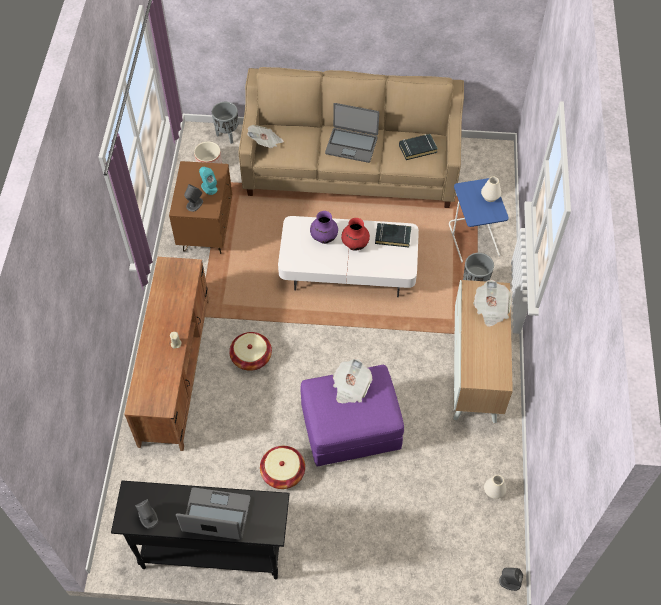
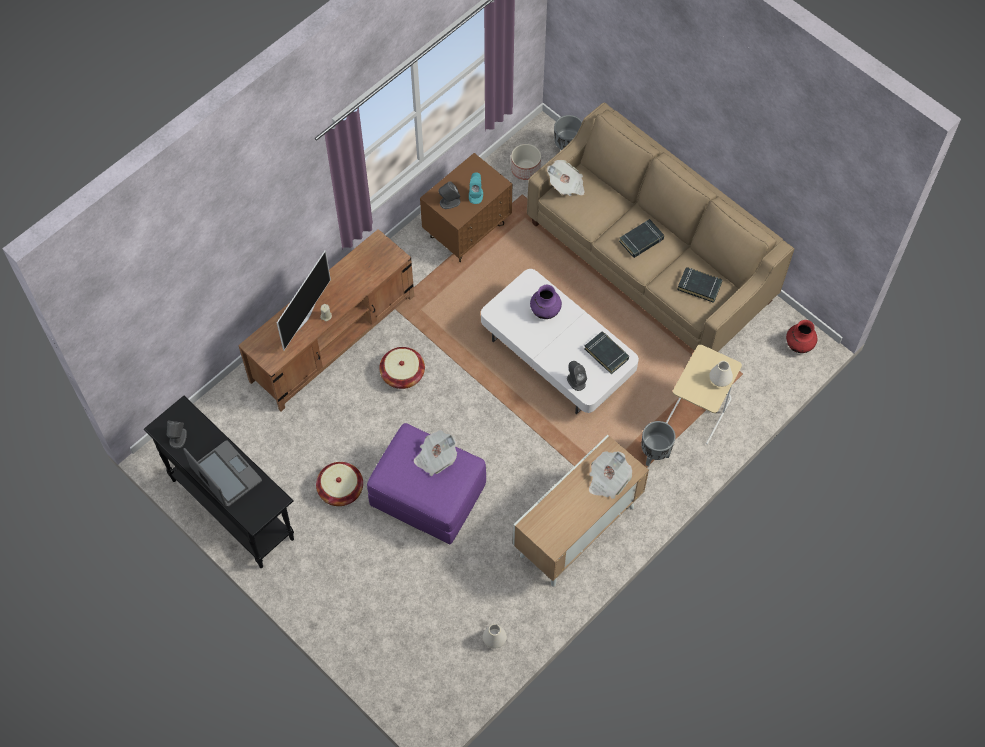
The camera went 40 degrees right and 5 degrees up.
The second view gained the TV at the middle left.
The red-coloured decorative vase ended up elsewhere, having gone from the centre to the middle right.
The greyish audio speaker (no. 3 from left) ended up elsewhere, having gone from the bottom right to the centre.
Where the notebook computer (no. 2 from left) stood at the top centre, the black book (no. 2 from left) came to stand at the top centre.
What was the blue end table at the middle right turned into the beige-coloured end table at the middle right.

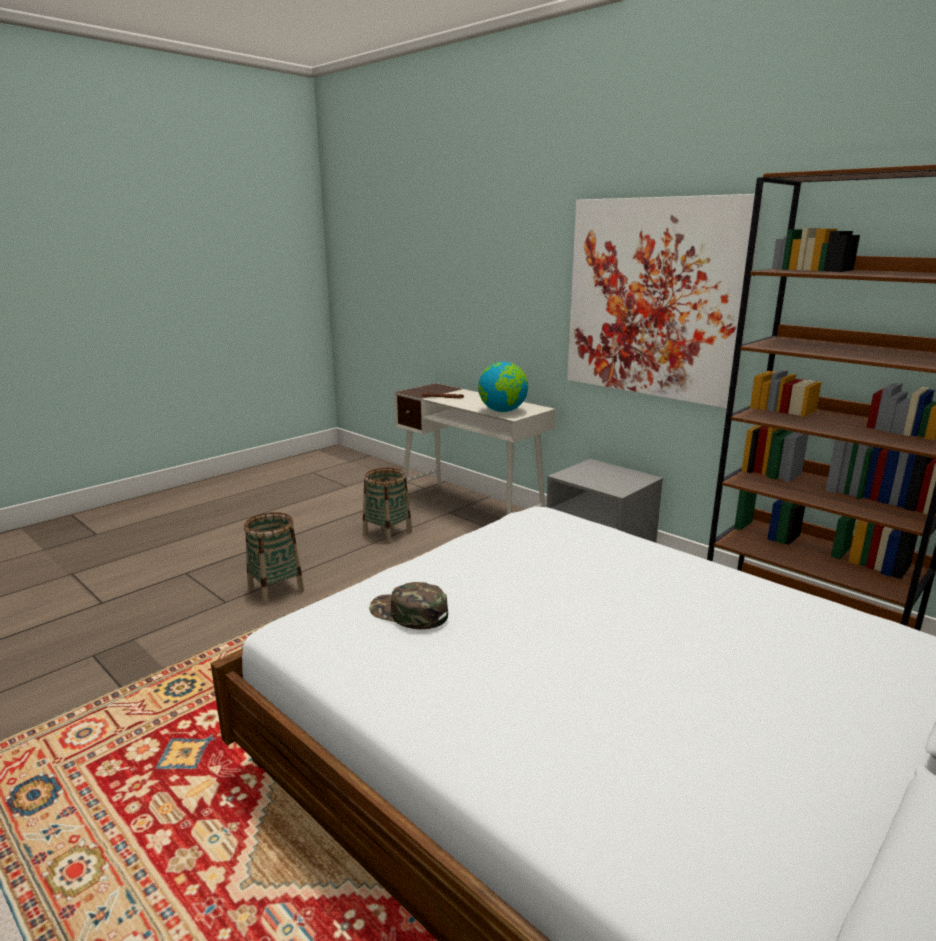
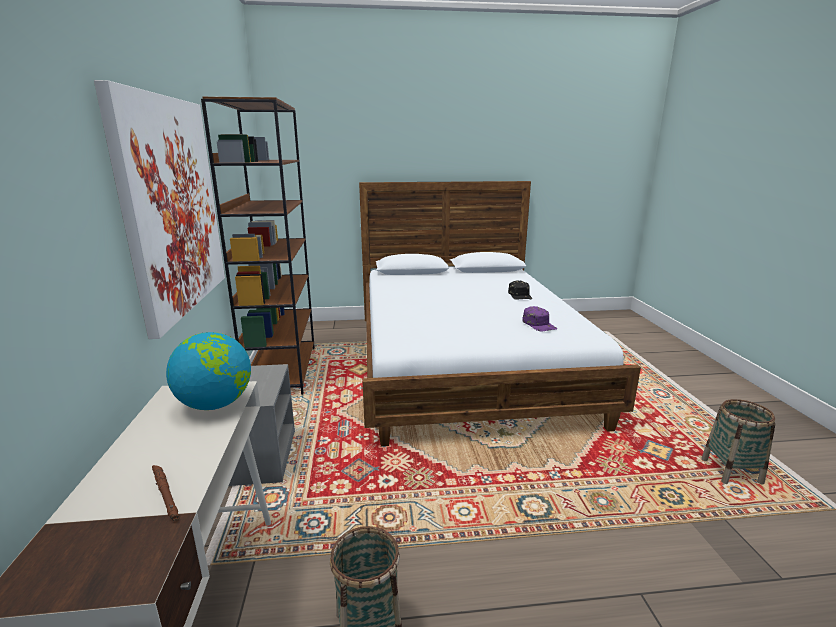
The camera went 140 degrees left and 0 degrees up.
The second view gained the black baseball cap at the centre.
The storage basket (no. 1 from left in the first image) ended up elsewhere, having gone from the middle left to the bottom right.
What was the greenish baseball cap at the centre turned into the purple baseball cap at the centre.

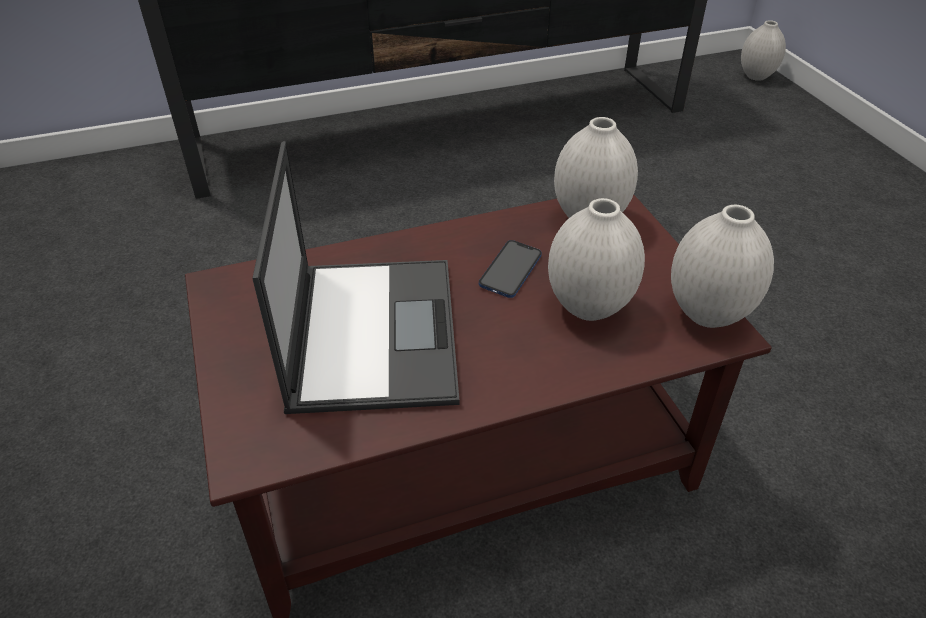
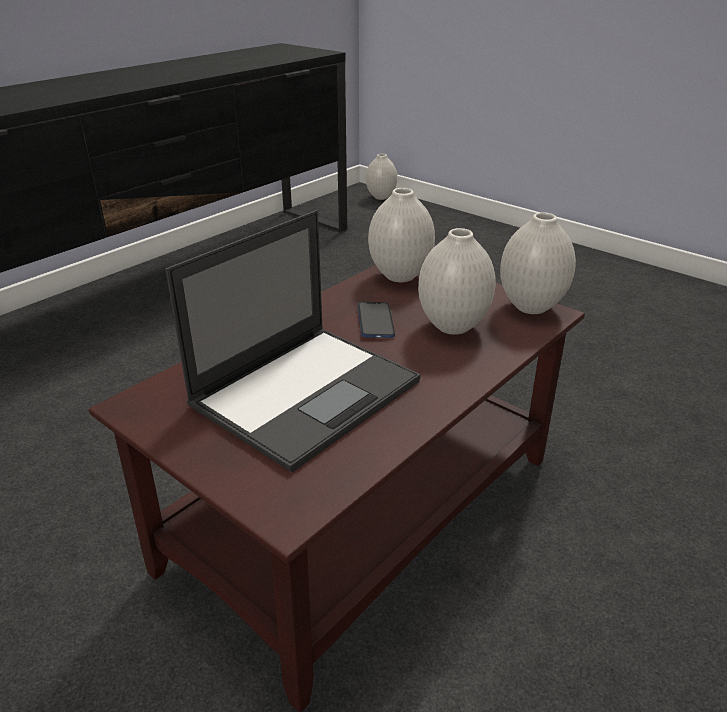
The camera went 30 degrees left and 10 degrees down.
The notebook computer at the centre ended up facing another way, 75 degrees clockwise from before.

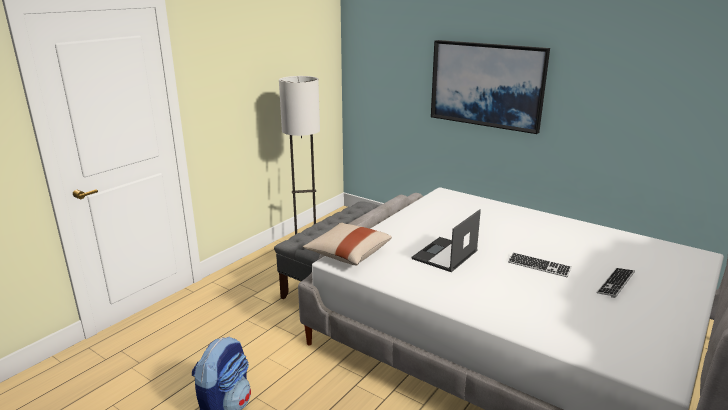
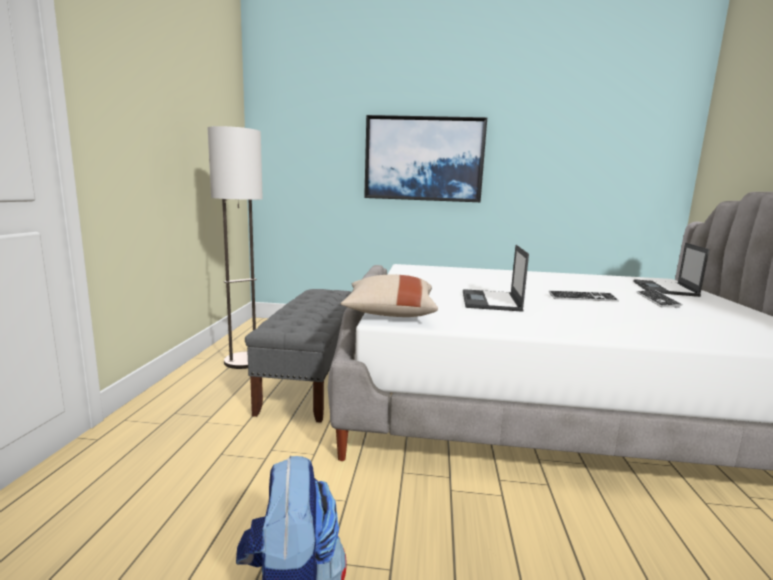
The camera went 30 degrees left and 10 degrees down.
The second view gained the notebook computer (no. 2 from left) at the middle right.

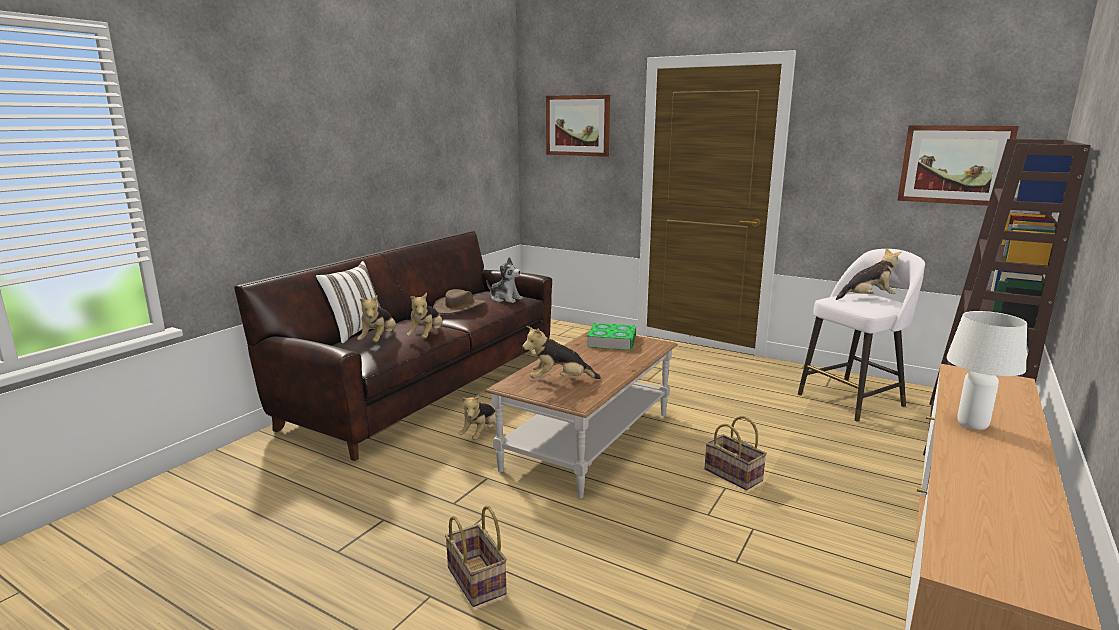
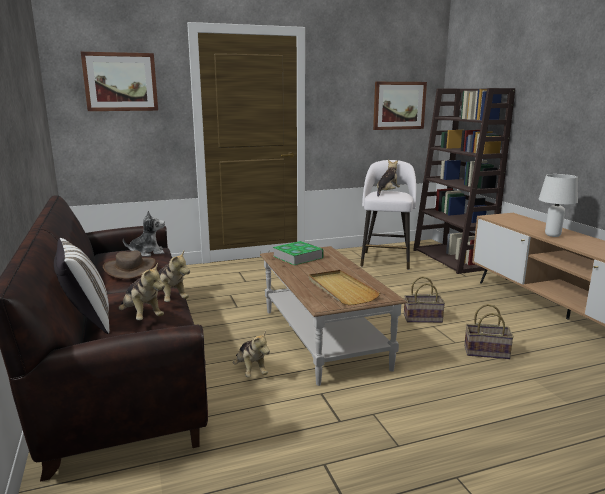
The camera went 50 degrees left and 0 degrees up.
The storage basket (no. 1 from left in the first image) ended up elsewhere, having gone from the bottom centre to the bottom right.
Where the cuddly toy (no. 5 from left) stood at the centre, the beige-coloured serving tray came to stand at the centre.

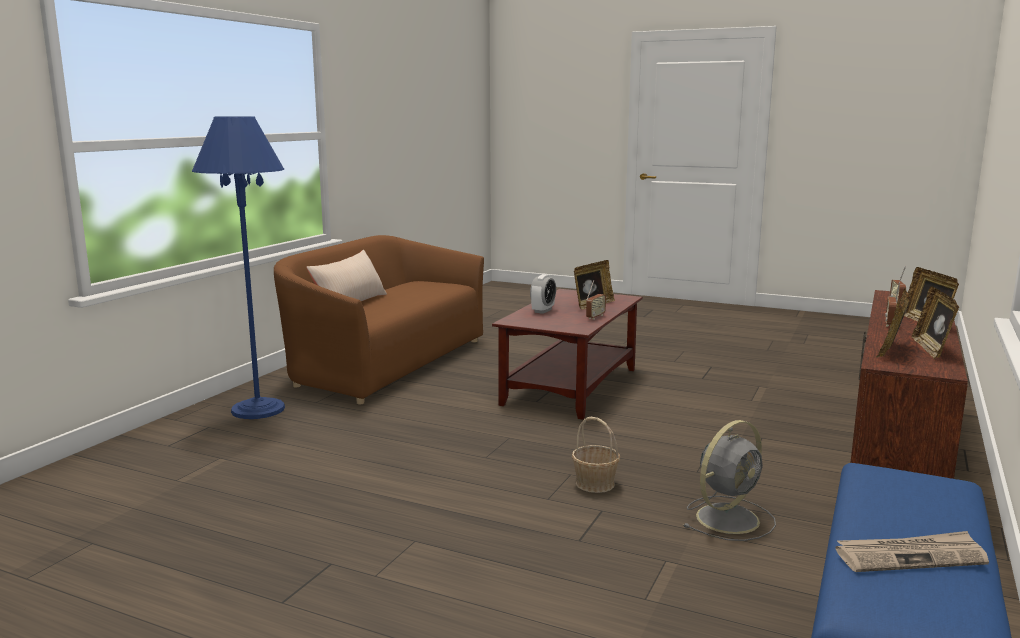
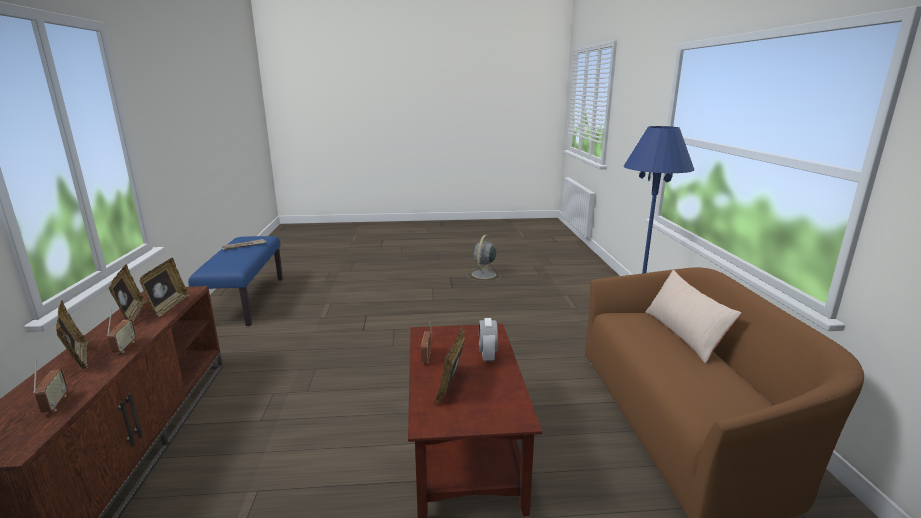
The camera went 150 degrees right and 5 degrees up.
The second view lost the storage basket at the bottom centre.
The greyish electric fan ended up elsewhere, having gone from the bottom right to the centre.

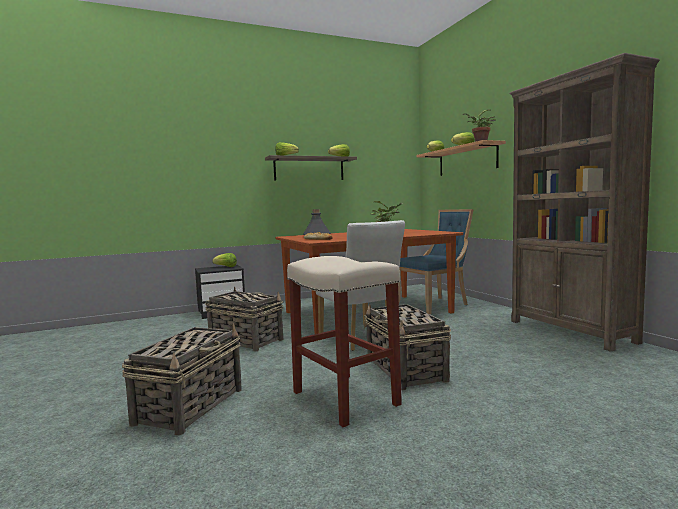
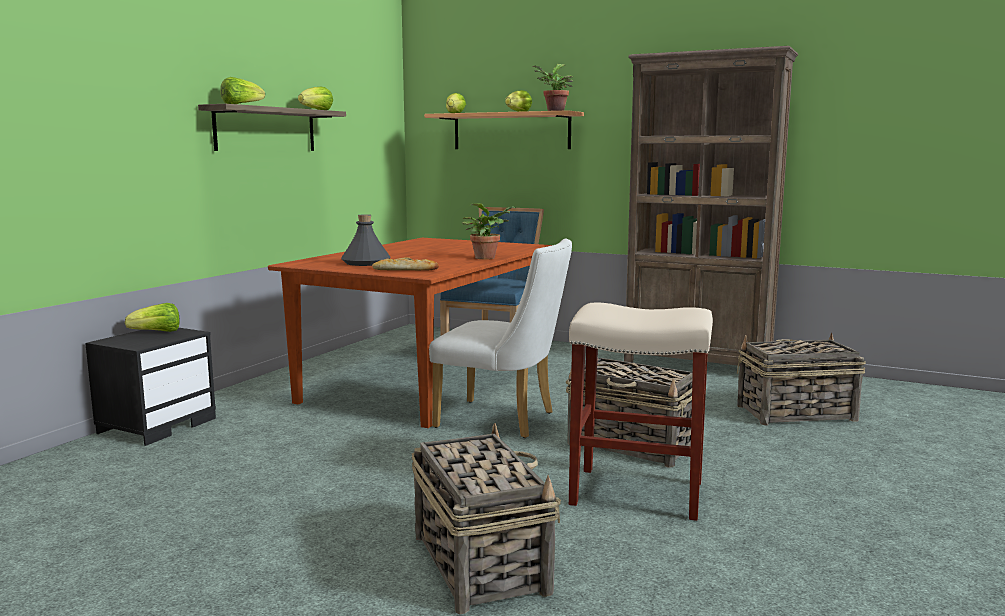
The camera went 40 degrees left and 5 degrees up.
The storage basket (no. 2 from left in the first image) ended up elsewhere, having gone from the centre to the middle right.

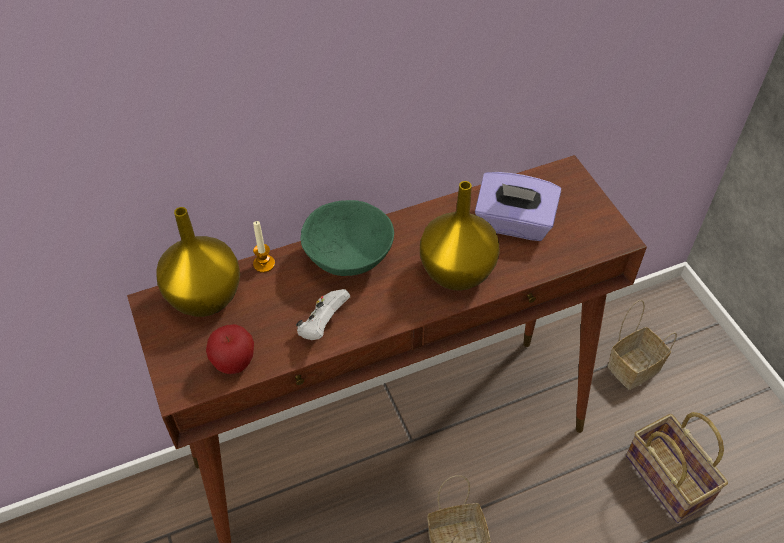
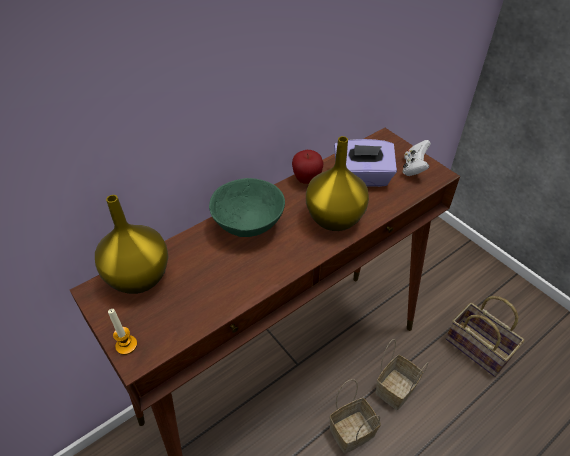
The camera went 15 degrees left and 5 degrees down.
The apple ended up elsewhere, having gone from the middle left to the centre.
The candle ended up elsewhere, having gone from the centre to the bottom left.
The white joypad ended up elsewhere, having gone from the centre to the middle right.
The storage basket (no. 2 from left) ended up elsewhere, having gone from the middle right to the bottom right.

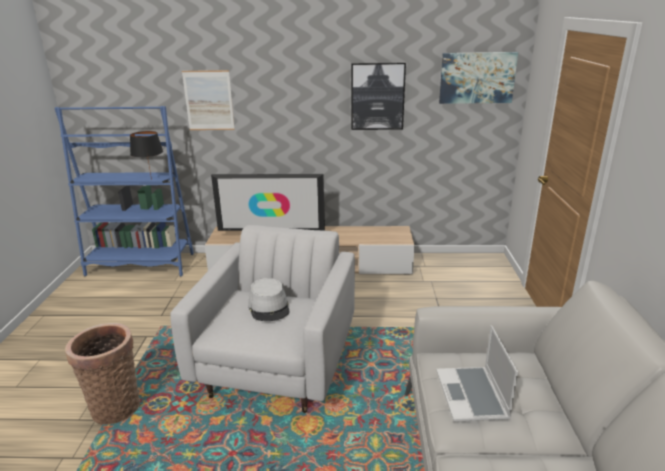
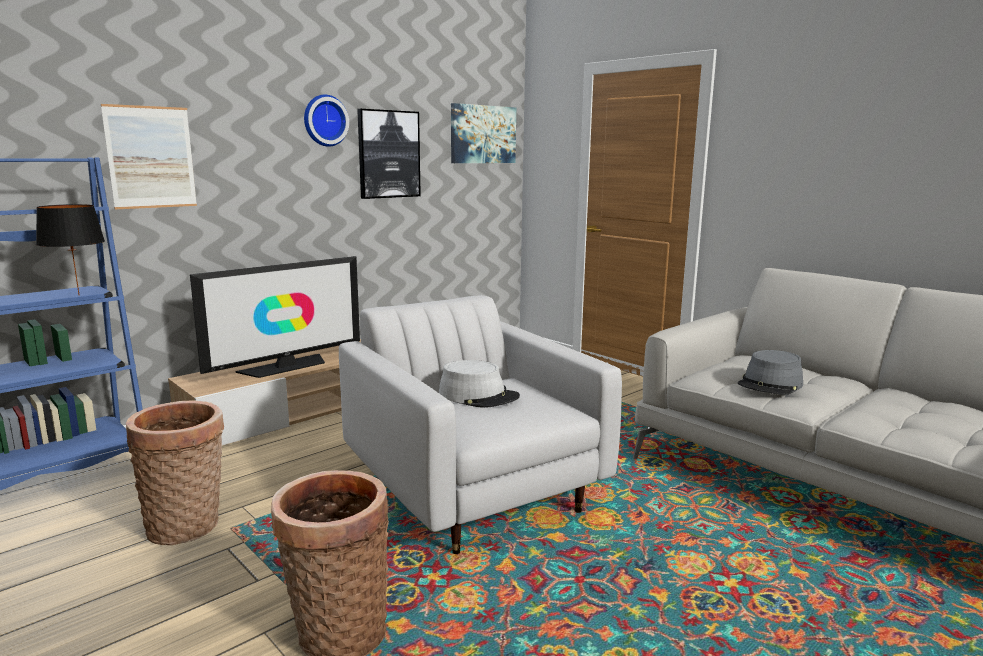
The camera went 45 degrees left and 10 degrees down.
The second view gained the storage basket (no. 1 from left) at the bottom left.
The second view gained the clock on the wall at the top left.
Where the notebook computer stood at the bottom right, the greyish clothing hat (no. 2 from left) came to stand at the middle right.

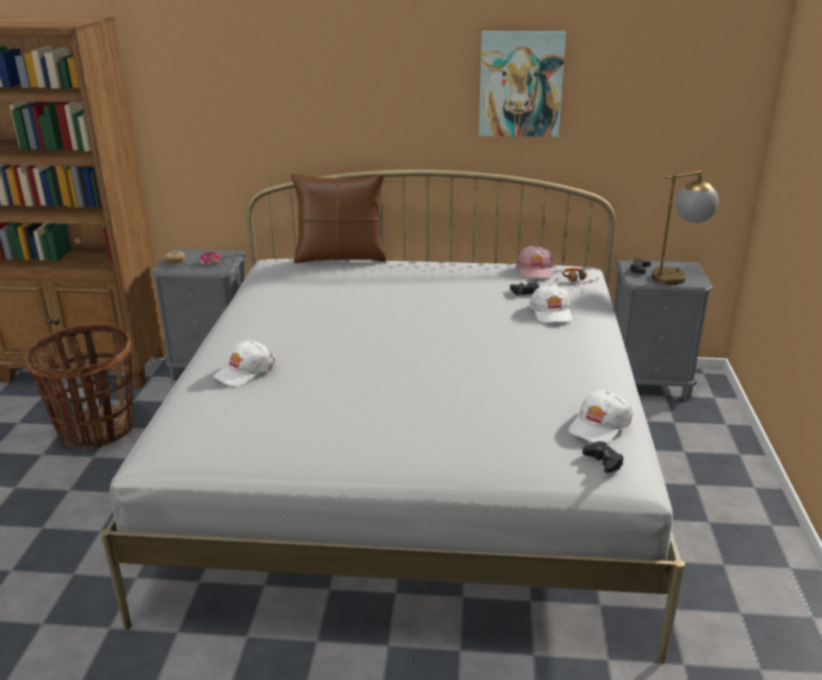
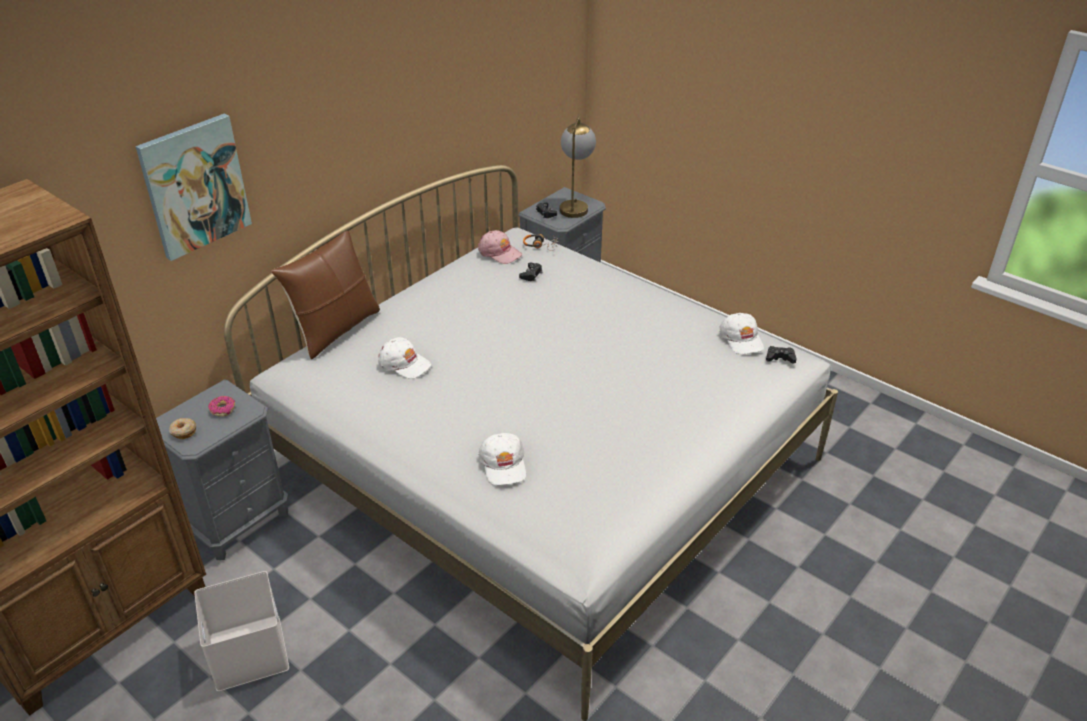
The camera went 55 degrees left and 10 degrees up.
The wall art ended up elsewhere, having gone from the top centre to the top left.
The white baseball cap (no. 2 from left in the first image) ended up elsewhere, having gone from the middle right to the centre.
Where the storage basket stood at the middle left, the white storage bin came to stand at the bottom left.

